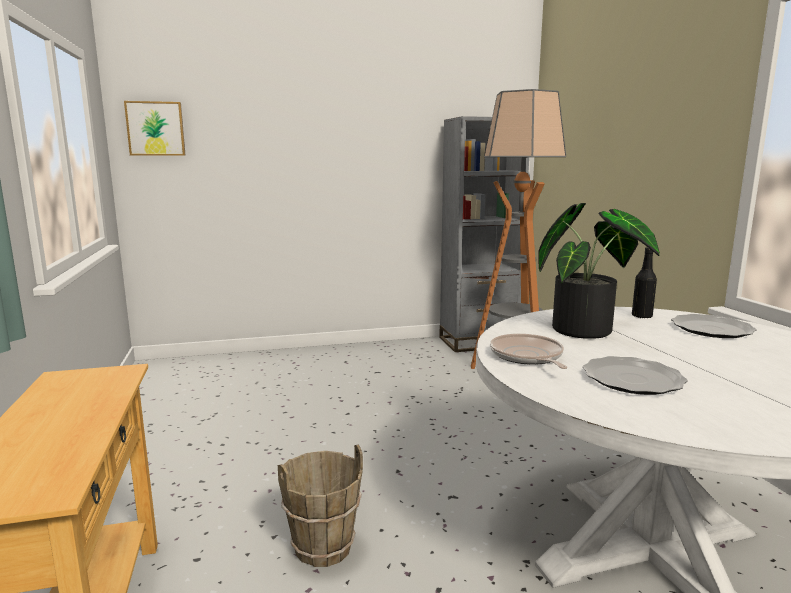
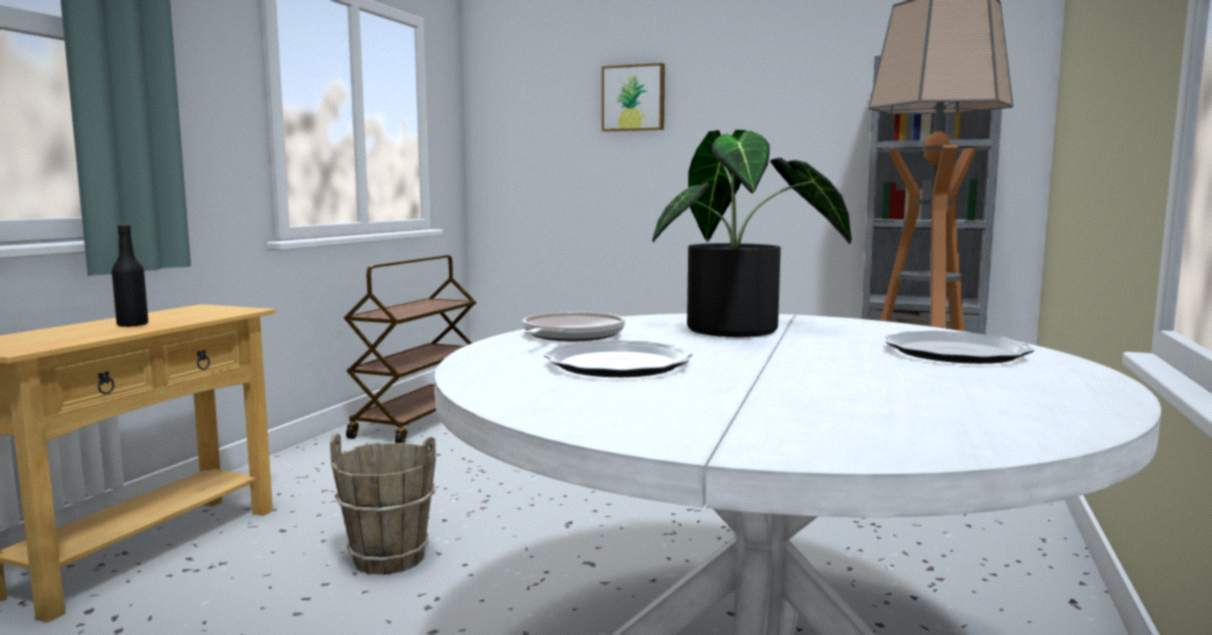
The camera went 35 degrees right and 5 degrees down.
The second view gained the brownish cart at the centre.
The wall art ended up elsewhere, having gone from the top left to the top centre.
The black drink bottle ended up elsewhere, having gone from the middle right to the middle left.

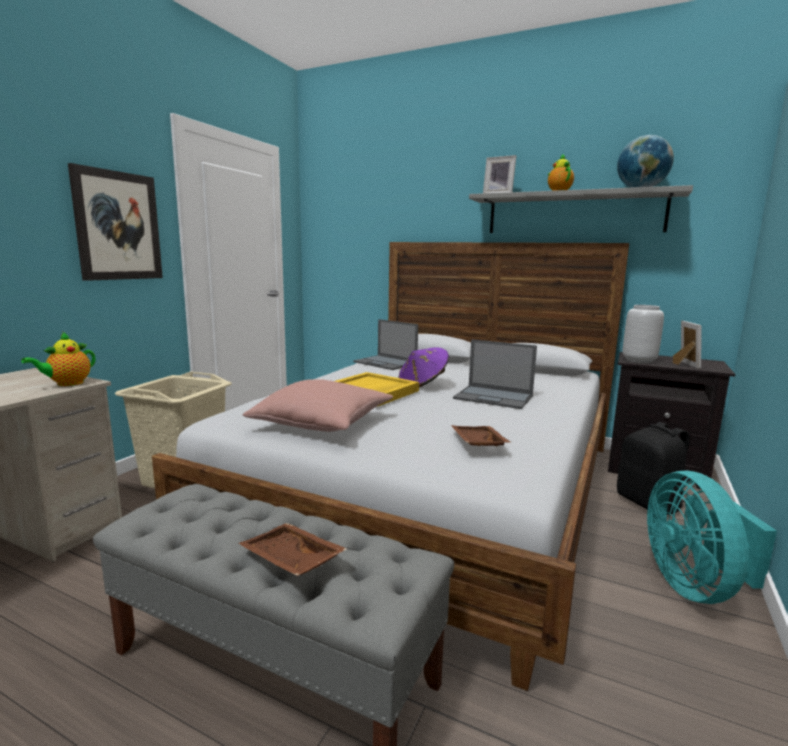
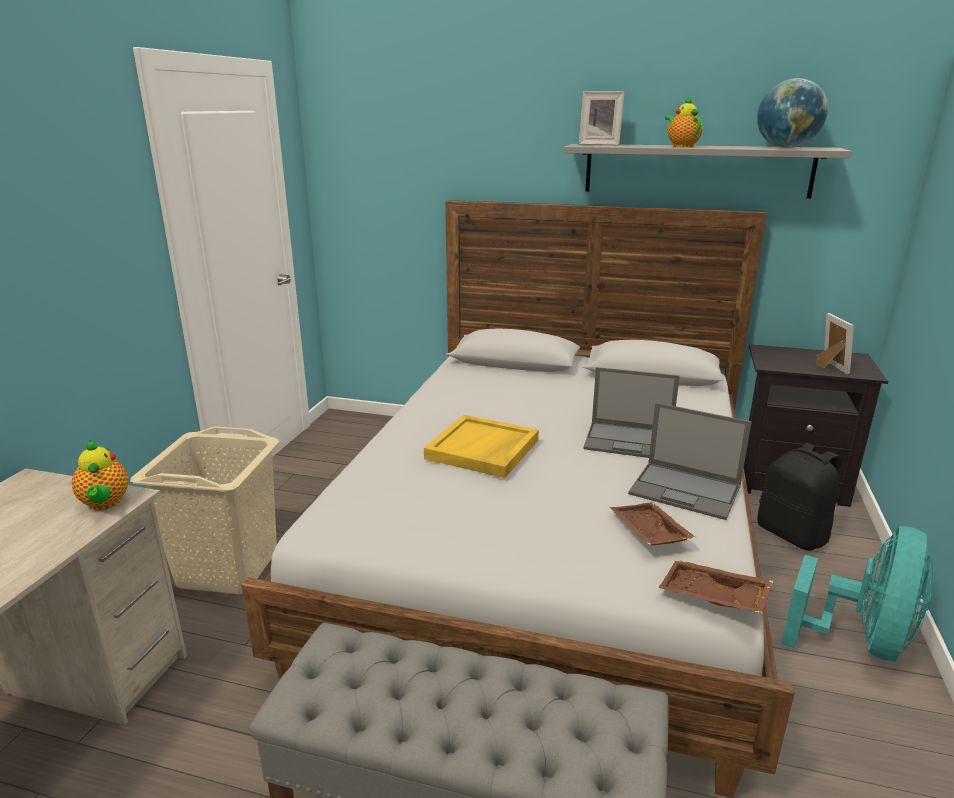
The camera went 10 degrees left and 10 degrees up.
The second view lost the wall art at the top left.
The second view lost the pink cushion at the centre.
The second view lost the purple clothing hat at the centre.
The second view lost the greyish decorative vase at the middle right.
The brownish serving tray (no. 1 from left in the first image) ended up elsewhere, having gone from the bottom centre to the bottom right.
The notebook computer (no. 1 from left in the first image) ended up elsewhere, having gone from the centre to the middle right.
The tea pot (no. 1 from left) at the middle left ended up facing another way, 45 degrees counterclockwise from before.
The blue-green electric fan at the bottom right ended up facing another way, 135 degrees counterclockwise from before.

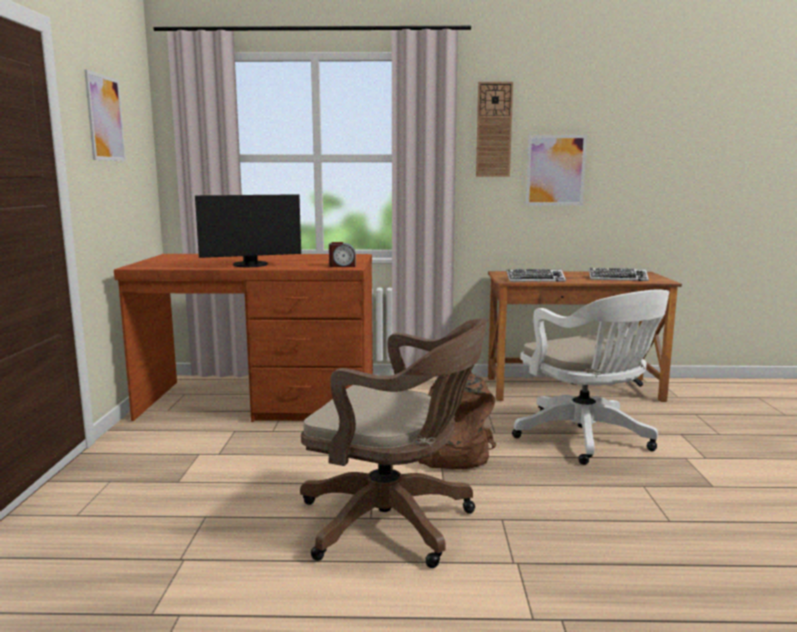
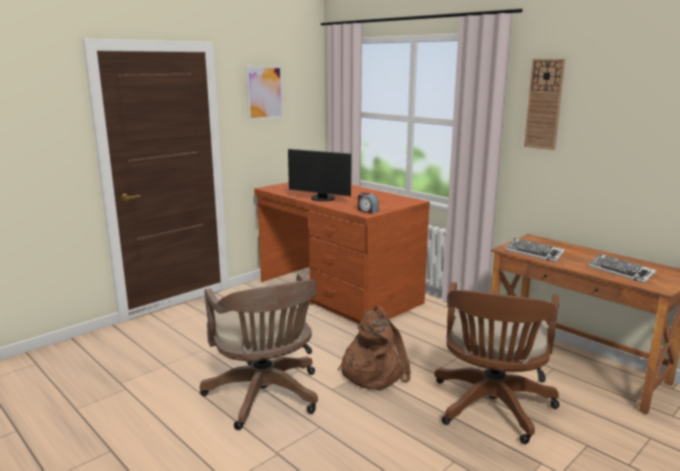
The camera went 45 degrees right and 5 degrees up.
The second view lost the wall art (no. 2 from left) at the top right.
What was the white computer chair at the middle right turned into the brownish computer chair (no. 2 from left) at the bottom right.

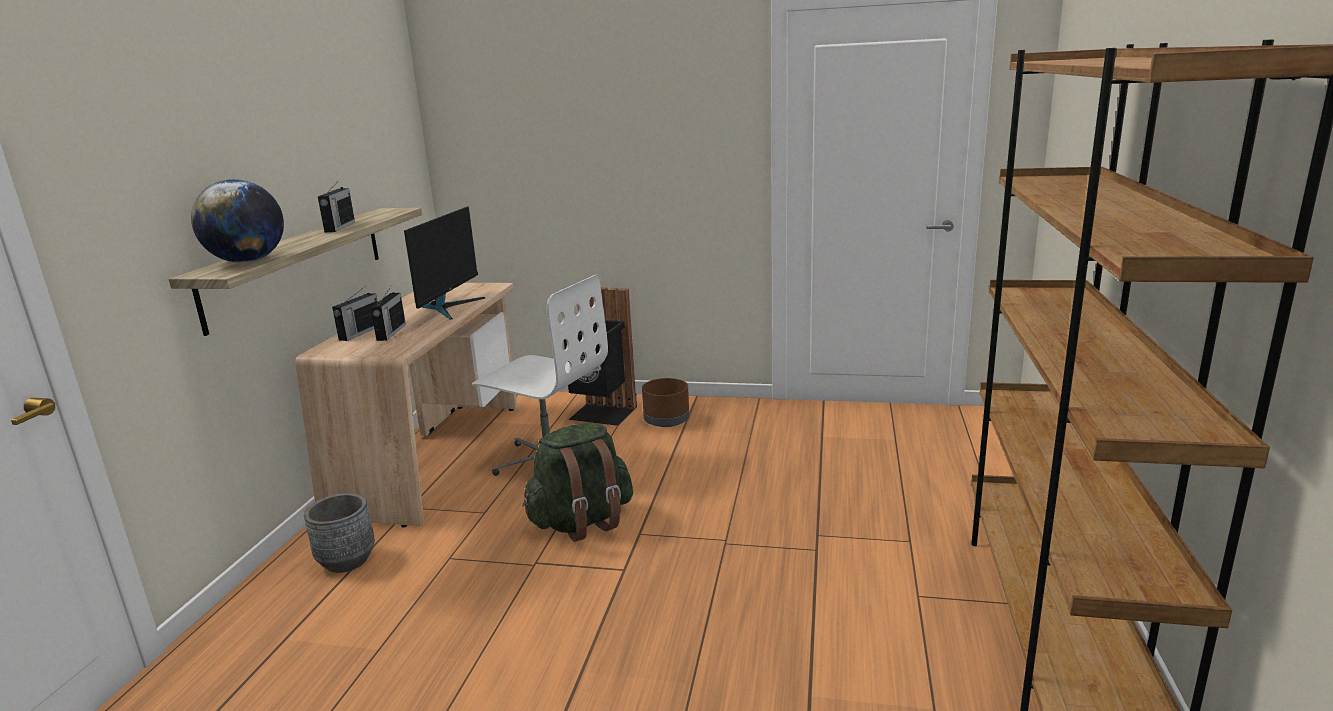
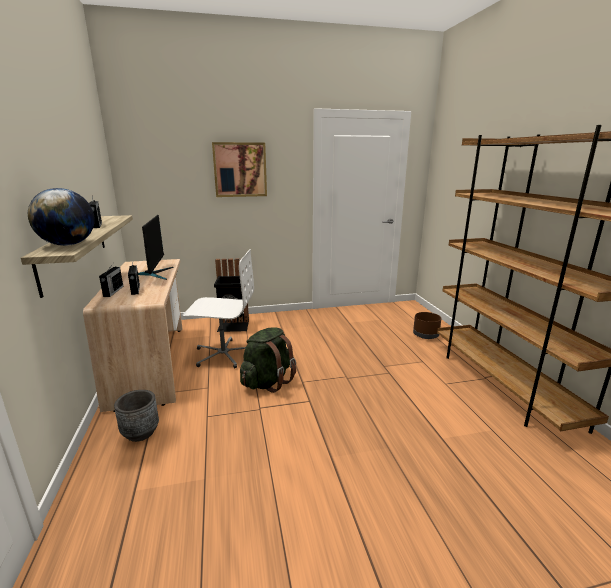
The camera went 25 degrees left and 0 degrees up.
The second view gained the wall art at the top centre.
The brownish planter ended up elsewhere, having gone from the centre to the middle right.

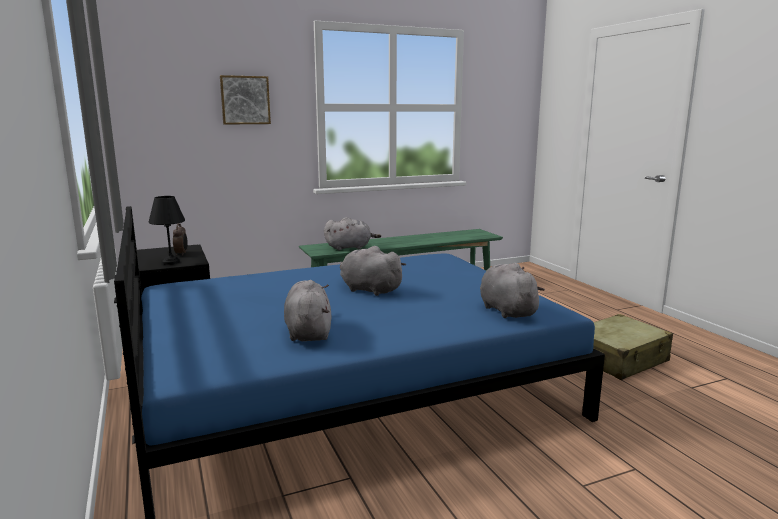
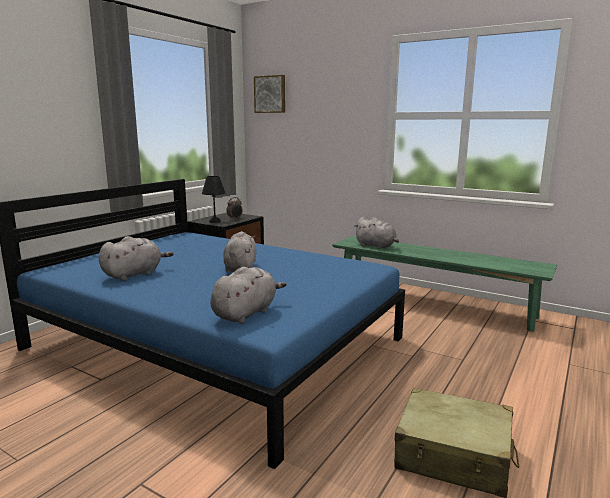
The camera went 55 degrees right and 0 degrees up.
The wall art ended up elsewhere, having gone from the top left to the top centre.

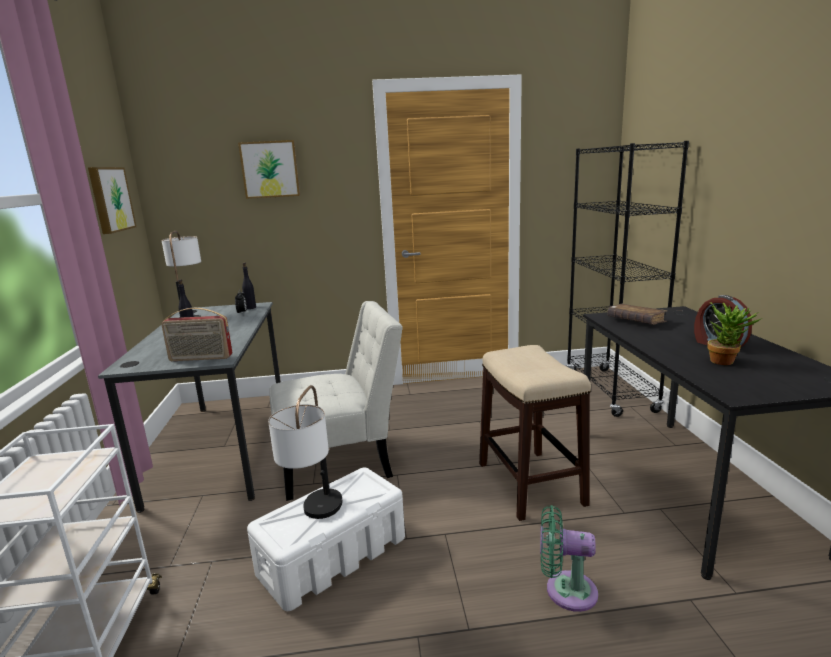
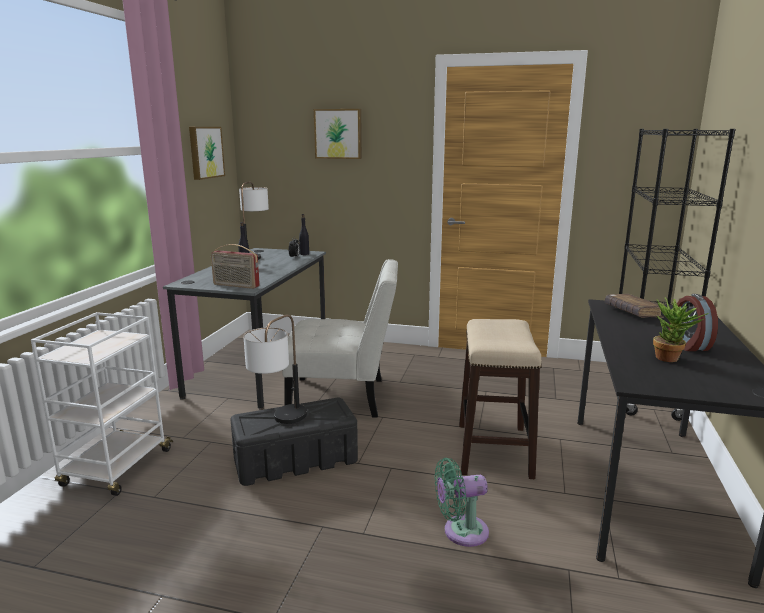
The camera went 20 degrees right and 0 degrees up.
What was the white storage bin at the bottom centre turned into the black storage bin at the bottom centre.
The greenish electric fan at the bottom right ended up facing another way, 45 degrees counterclockwise from before.

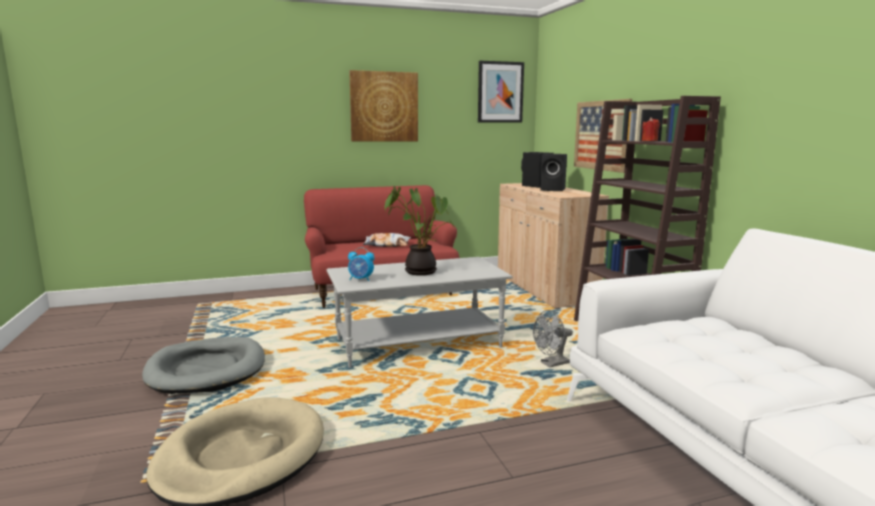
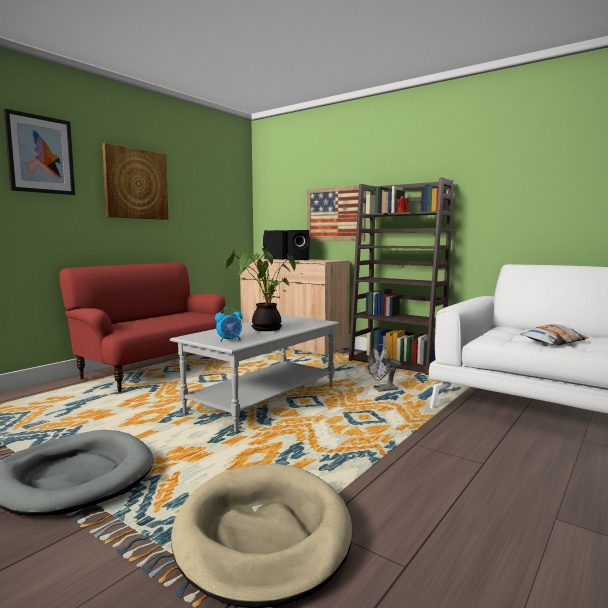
The camera went 35 degrees left and 5 degrees down.
The cushion ended up elsewhere, having gone from the centre to the middle right.
The wall art (no. 2 from left in the first image) ended up elsewhere, having gone from the top centre to the top left.
The greyish electric fan at the bottom centre ended up facing another way, 45 degrees clockwise from before.

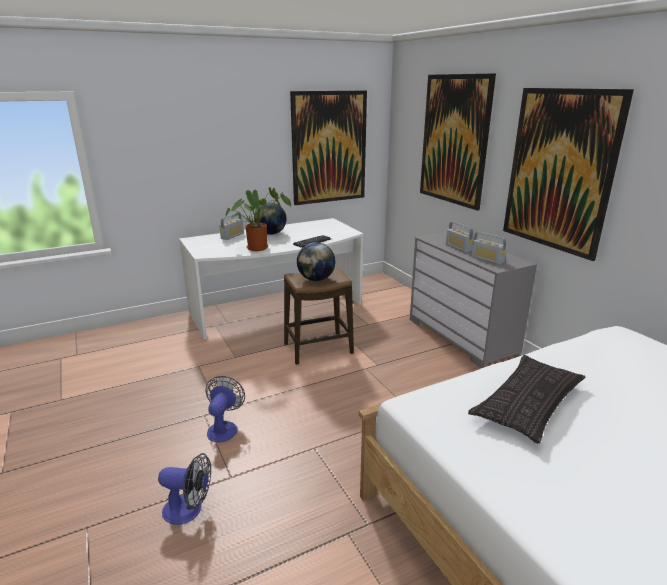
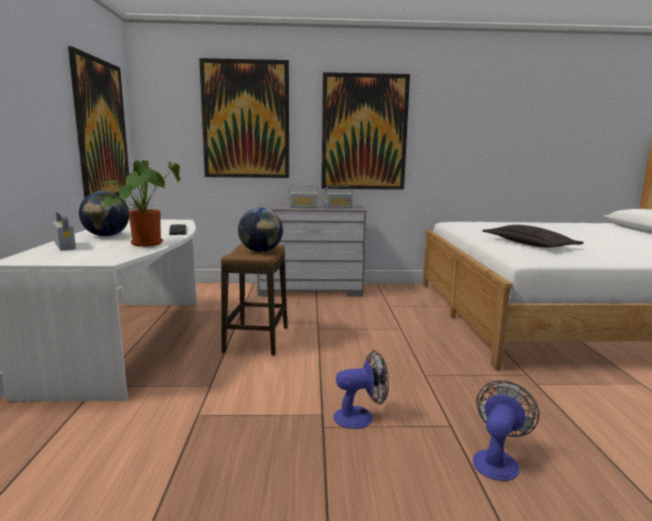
The camera went 65 degrees left and 10 degrees down.
The electric fan (no. 2 from left in the first image) at the bottom centre ended up facing another way, 135 degrees clockwise from before.

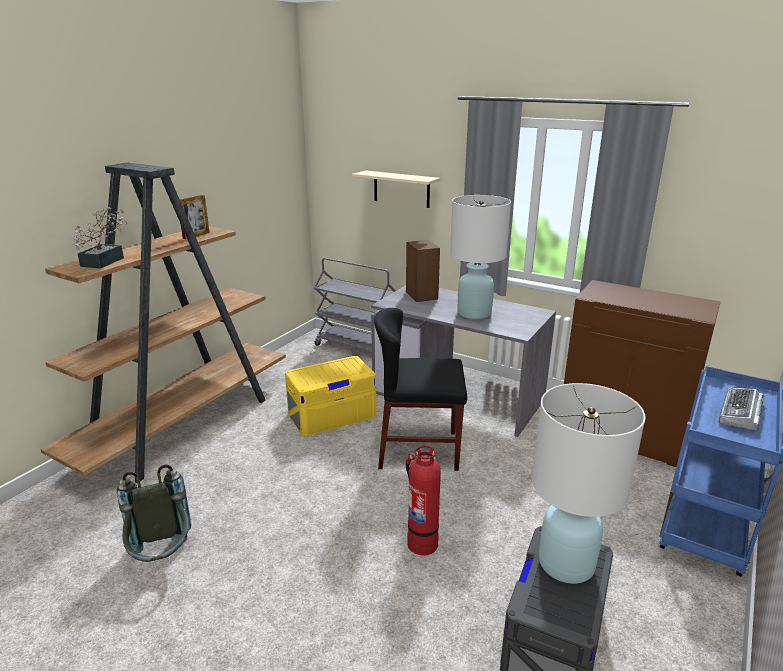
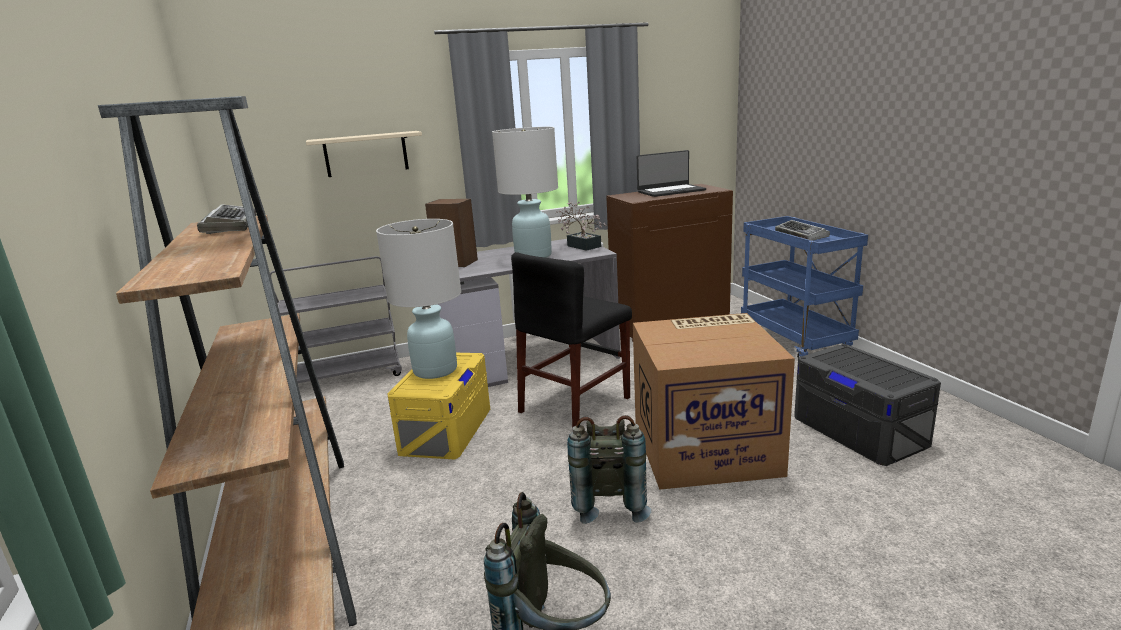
The camera went 50 degrees left and 5 degrees down.
The second view gained the greyish backpack (no. 2 from left) at the bottom centre.
The second view gained the notebook computer at the top centre.
The plant in a pot ended up elsewhere, having gone from the middle left to the centre.
The white table lamp (no. 2 from left in the first image) ended up elsewhere, having gone from the bottom right to the centre.
Where the picture frame stood at the top left, the computer keyboard (no. 1 from left) came to stand at the middle left.
Where the fire extinguisher stood at the bottom centre, the packing box came to stand at the centre.

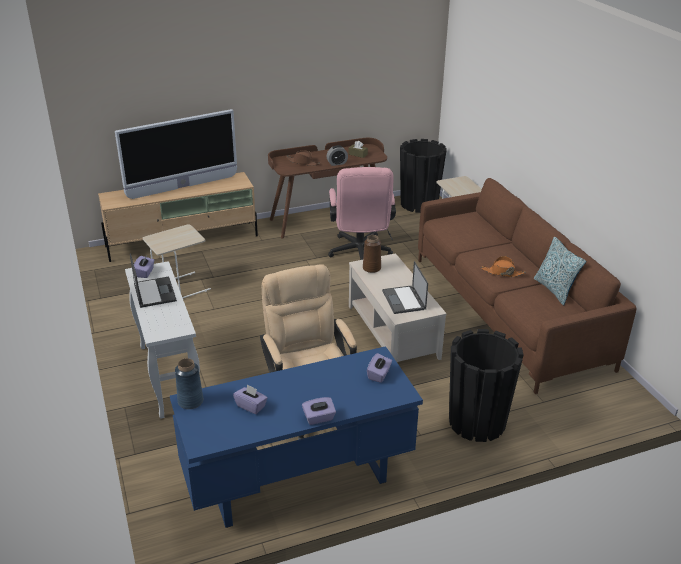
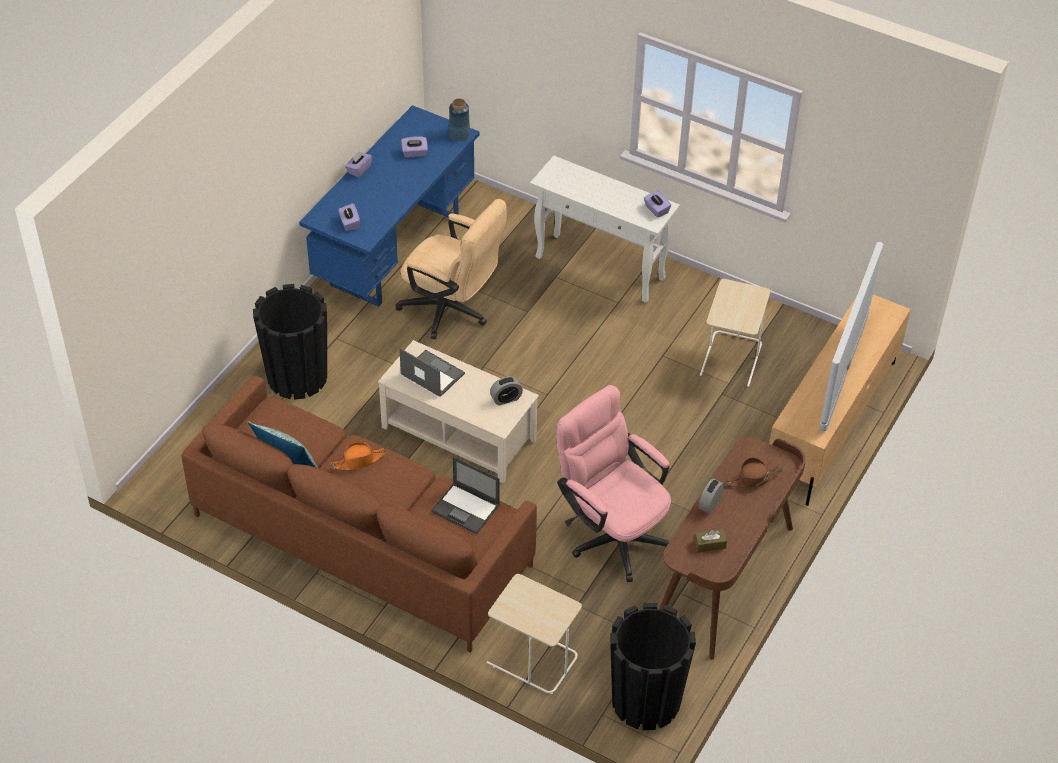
The camera went 140 degrees right and 15 degrees up.
The notebook computer (no. 1 from left in the first image) ended up elsewhere, having gone from the middle left to the centre.
Where the brownish decorative vase stood at the centre, the table clock (no. 1 from left) came to stand at the centre.

